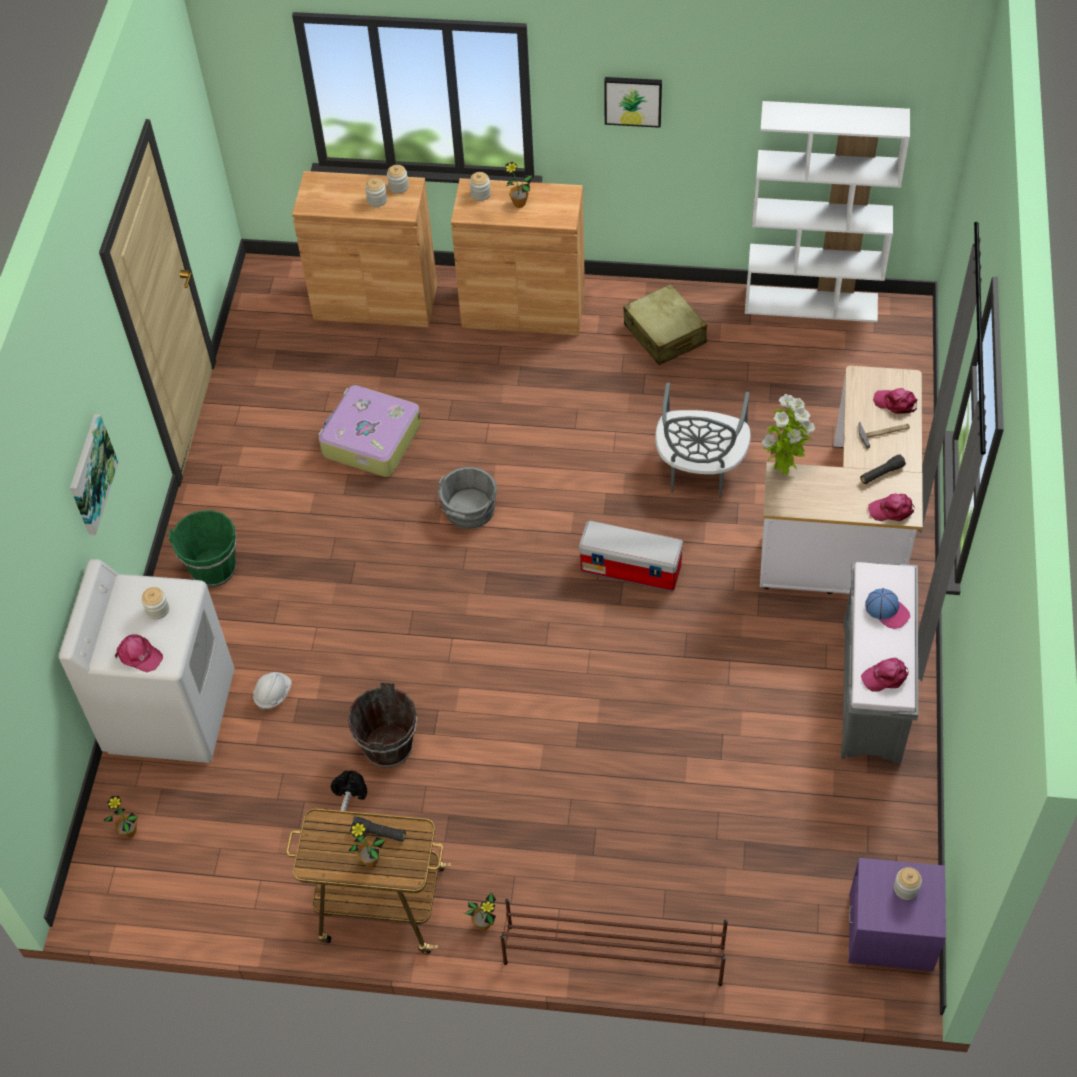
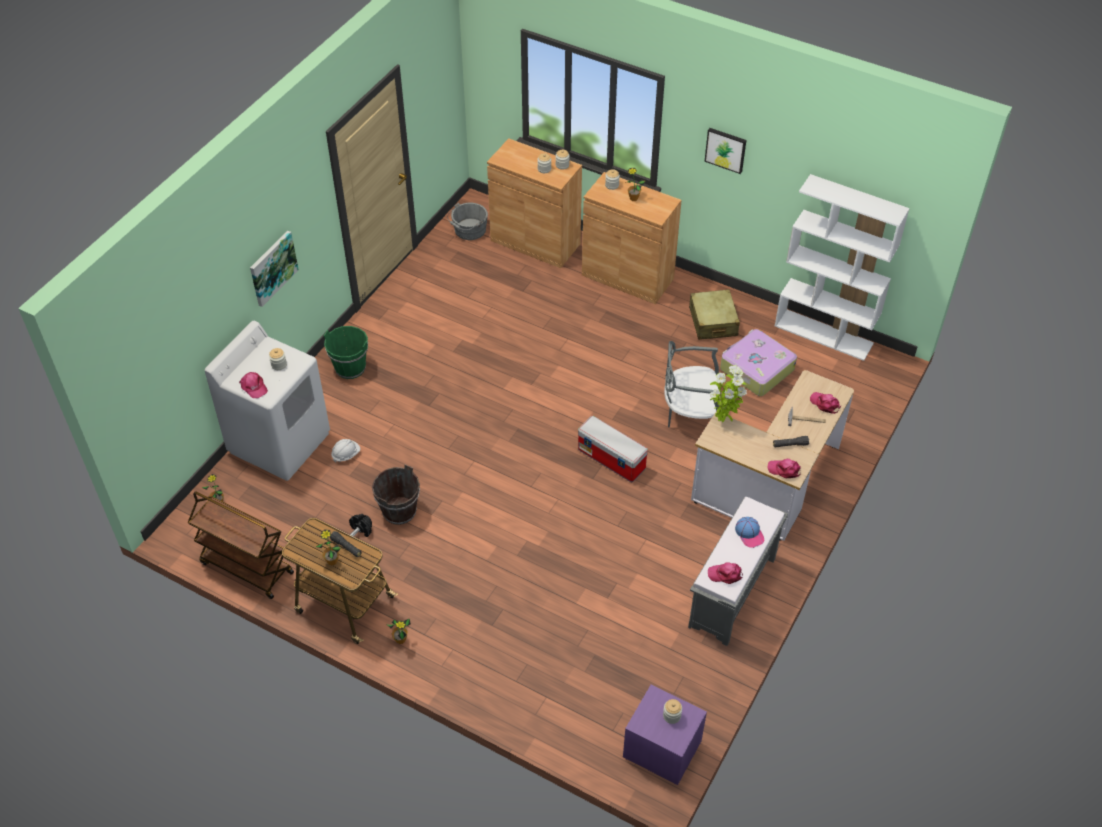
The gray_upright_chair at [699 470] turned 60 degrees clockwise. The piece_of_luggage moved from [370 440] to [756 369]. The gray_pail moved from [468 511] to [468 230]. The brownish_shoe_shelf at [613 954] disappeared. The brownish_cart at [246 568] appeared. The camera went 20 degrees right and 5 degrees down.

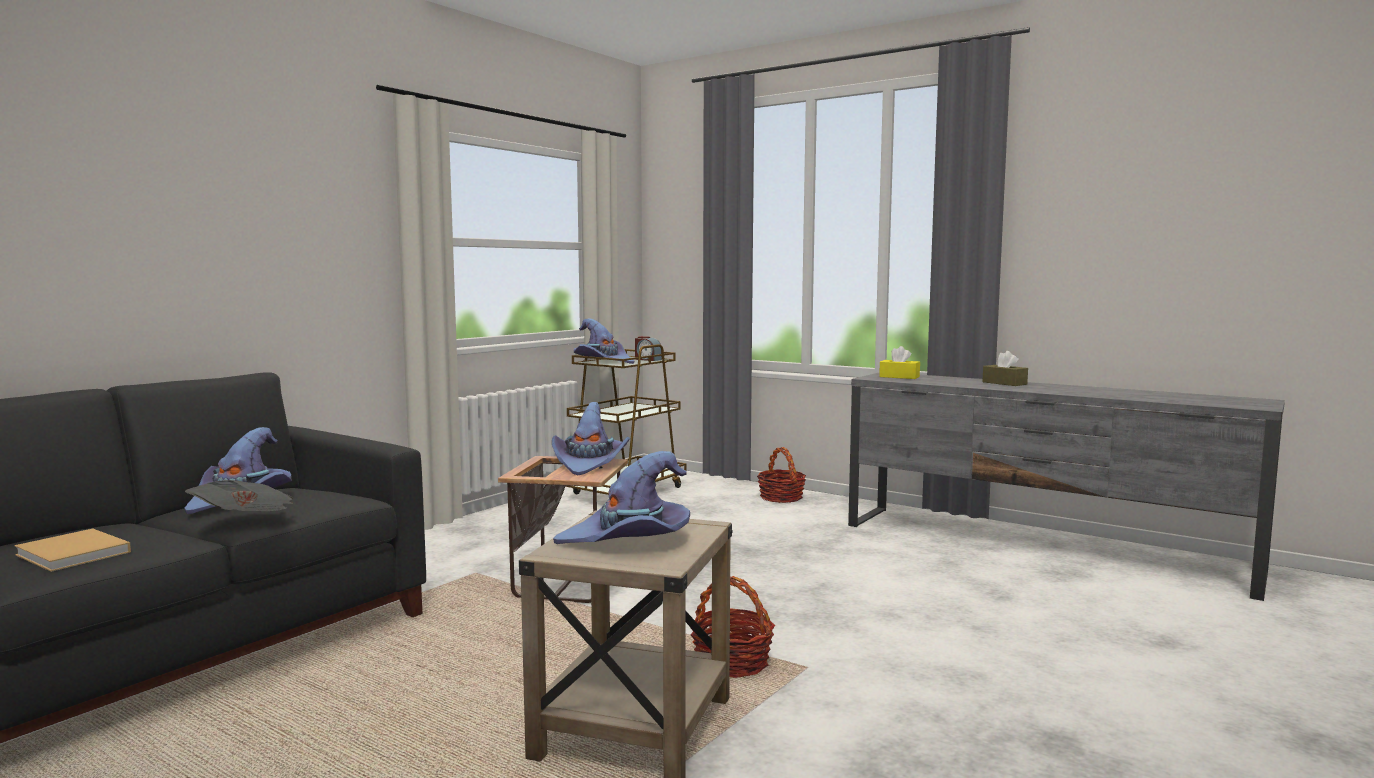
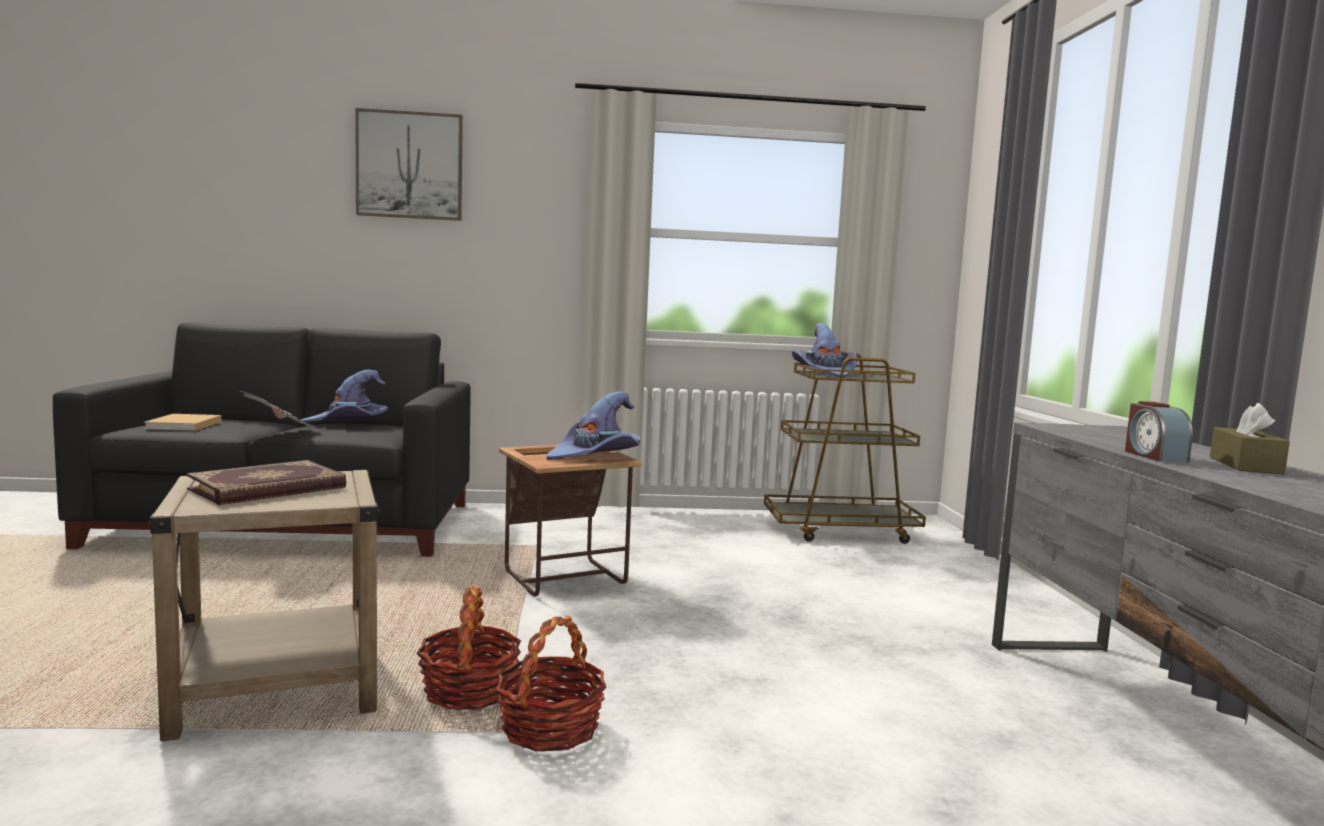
The bedside_clock moved from [647 359] to [1153 456]. The yellowish_tissue_box at [899 377] disappeared. The basket moved from [781 497] to [550 728]. The purplish_hat at [629 540] was replaced by the book at [268 489]. The wall_picture at [410 165] appeared. The camera went 50 degrees right and 0 degrees up.

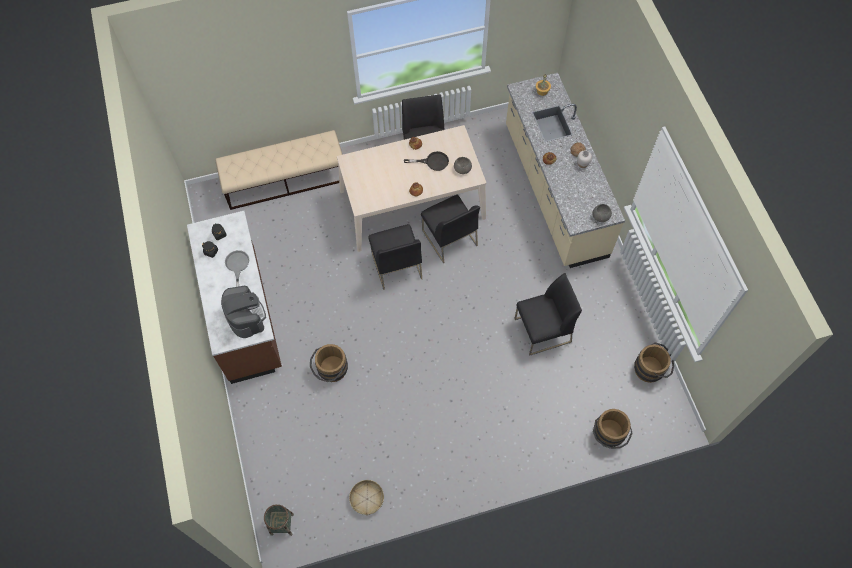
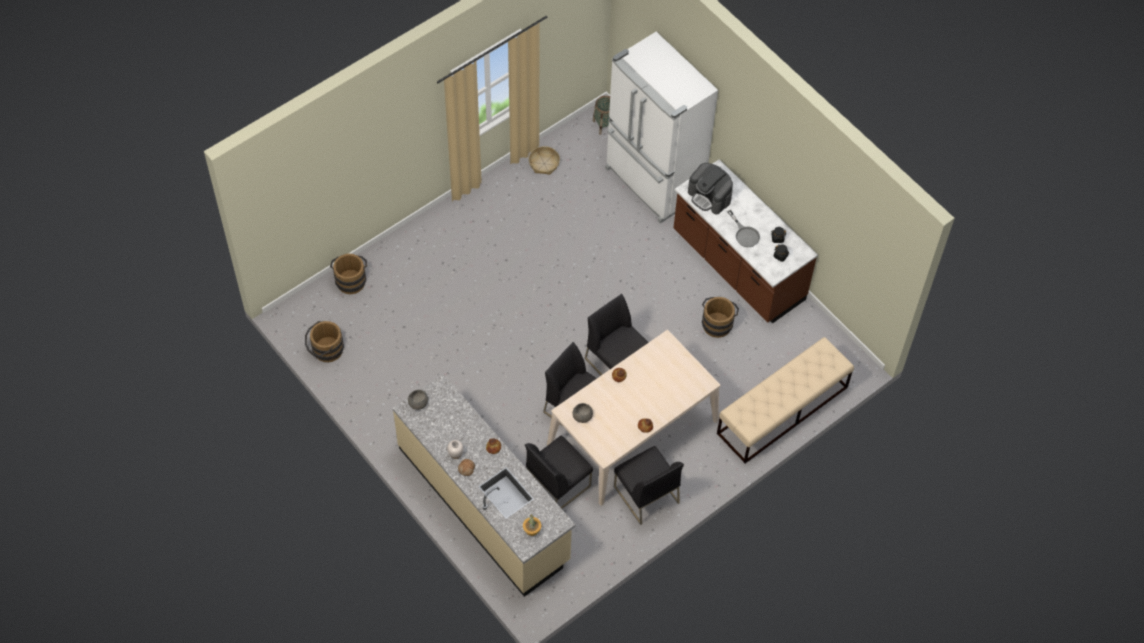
The black-coloured_pan at [432 162] disappeared. The black-coloured_upright_chair moved from [542 331] to [557 484]. The brownish_pail moved from [330 371] to [717 322]. The white-coloured_kitchen_fridge at [653 183] appeared. The camera went 155 degrees right and 5 degrees down.

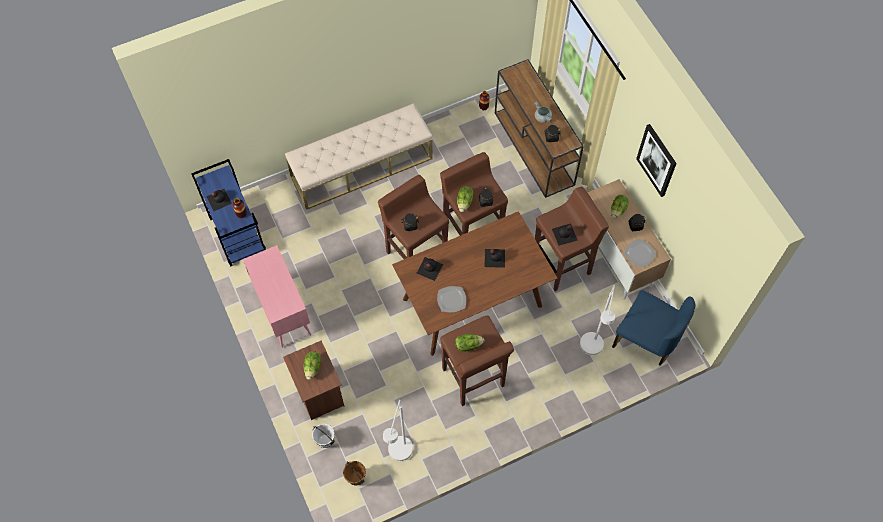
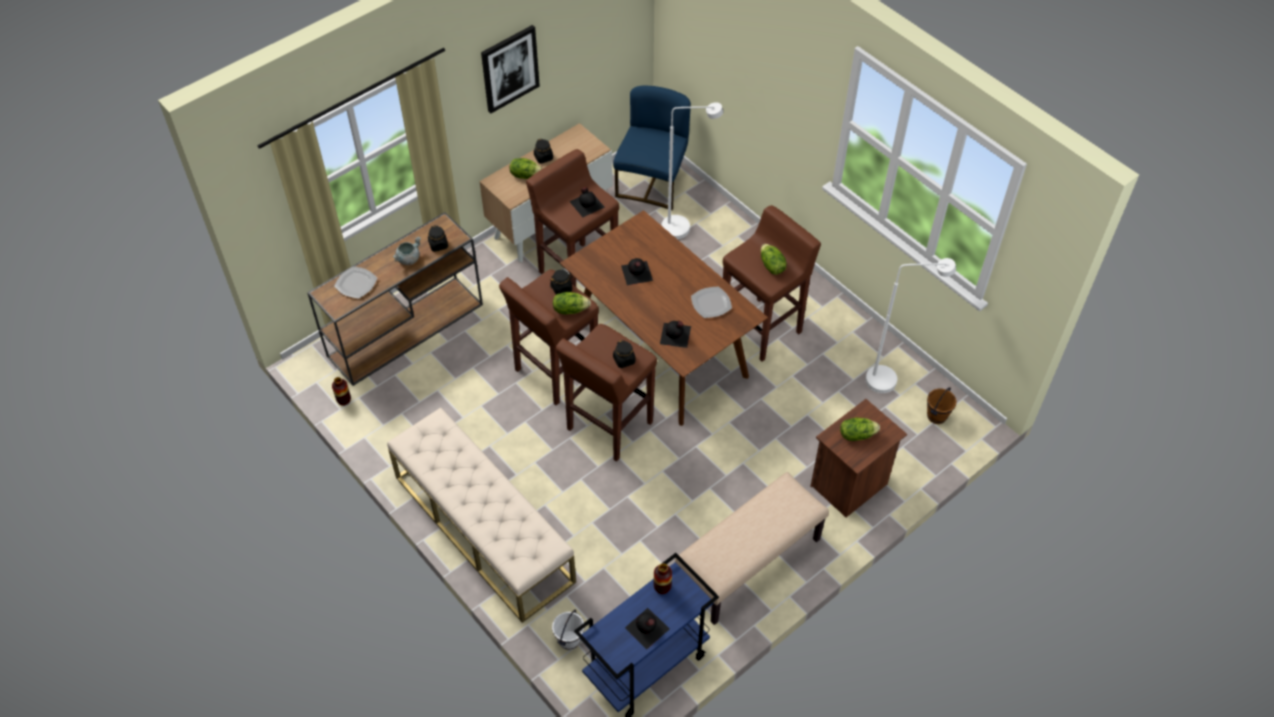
The dinner_plate moved from [639 254] to [356 283]. The pink-coloured_storage_cabinet at [282 311] was replaced by the beige-coloured_long_seat at [749 564]. The white-coloured_pail moved from [325 440] to [569 640]. The camera went 105 degrees left and 10 degrees down.

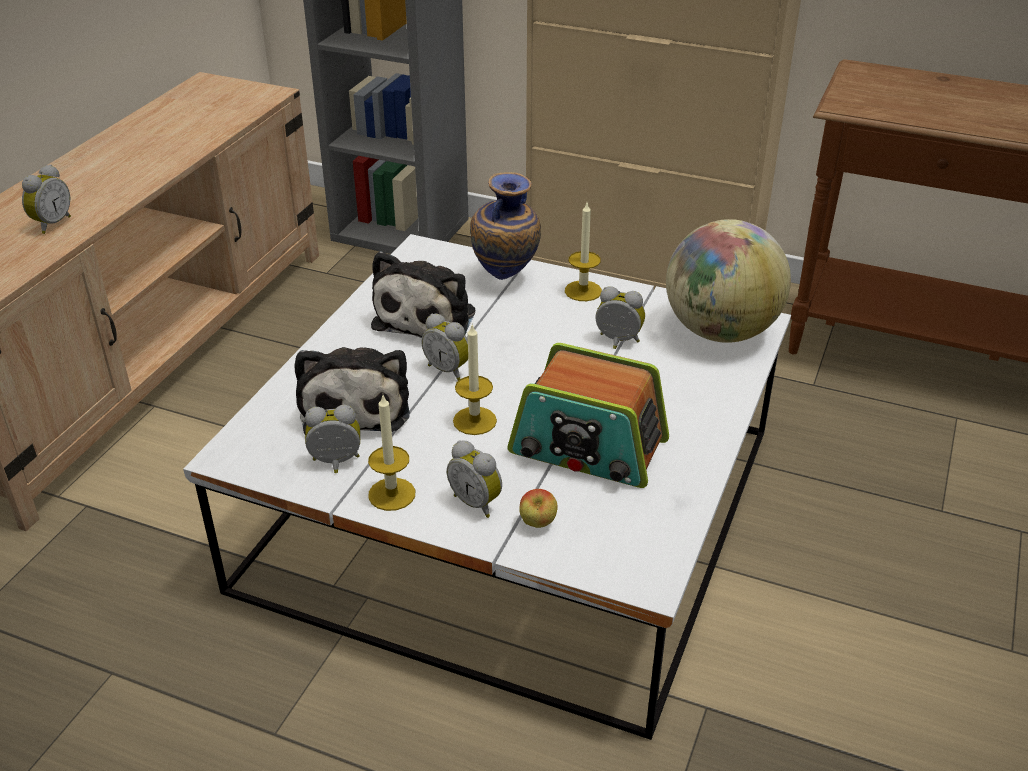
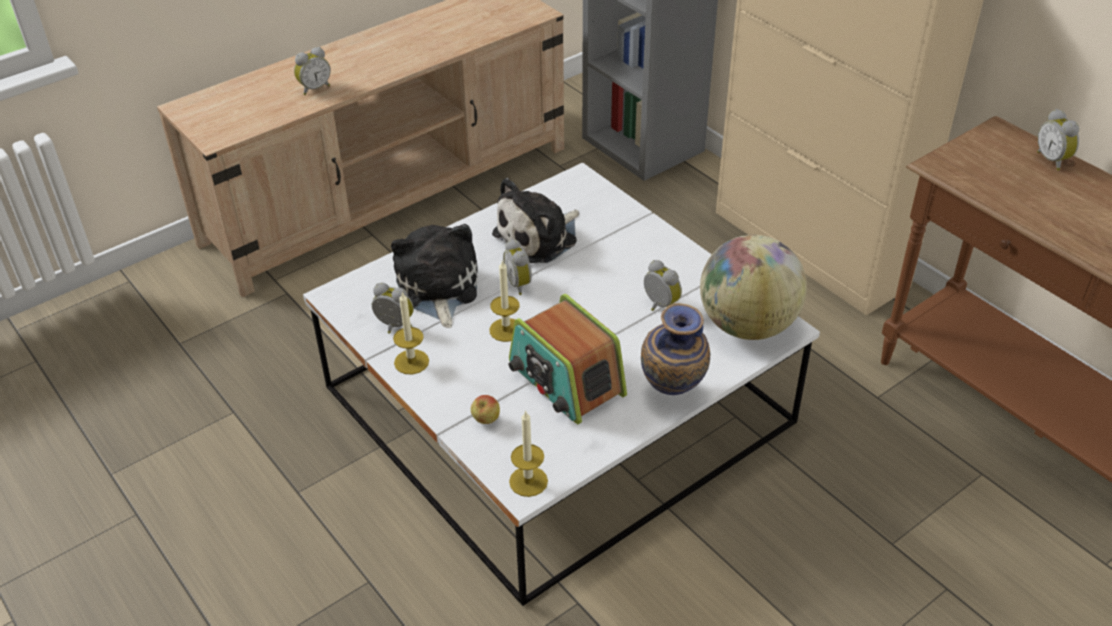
The vase moved from [506 280] to [672 394]. The wax_light moved from [583 291] to [528 481]. The cuddly_toy at [355 406] turned 150 degrees clockwise. The bedside_clock moved from [477 502] to [1053 160]. The camera went 30 degrees right and 5 degrees up.

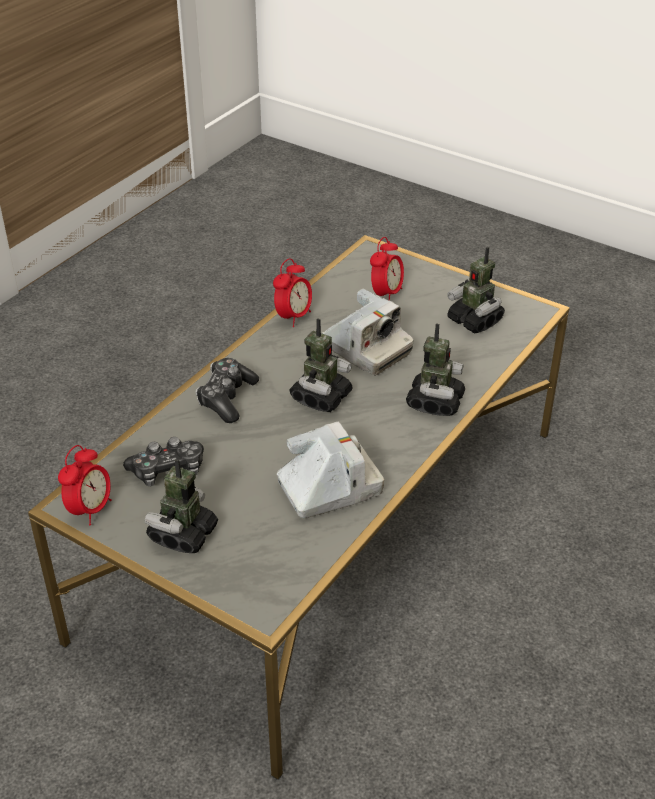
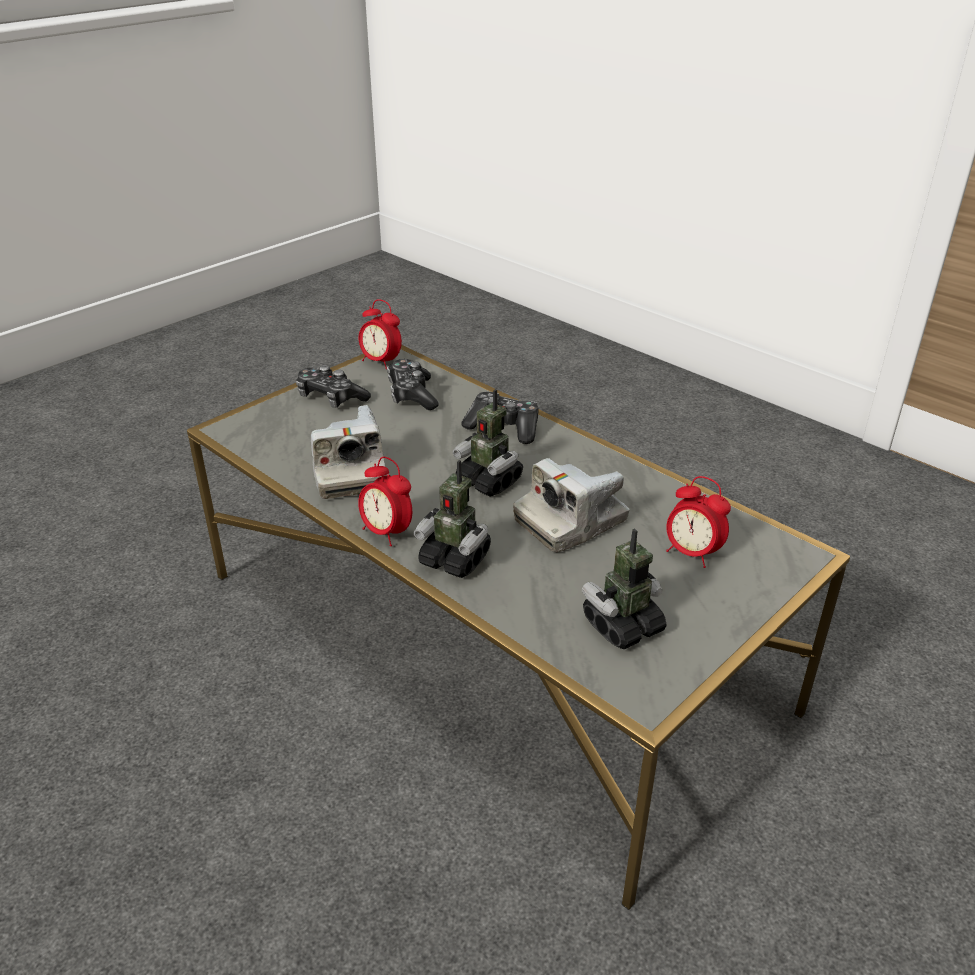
The bedside_clock moved from [293 317] to [386 532]. The robot_figure at [183 534] was replaced by the joypad at [330 398]. The camera went 100 degrees right and 5 degrees down.

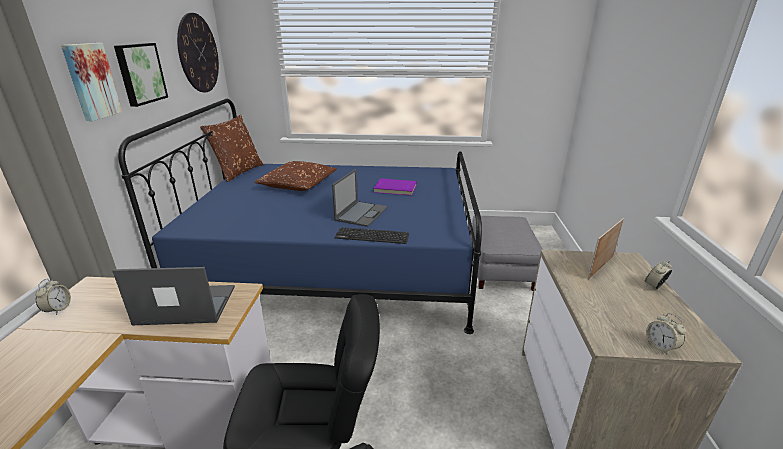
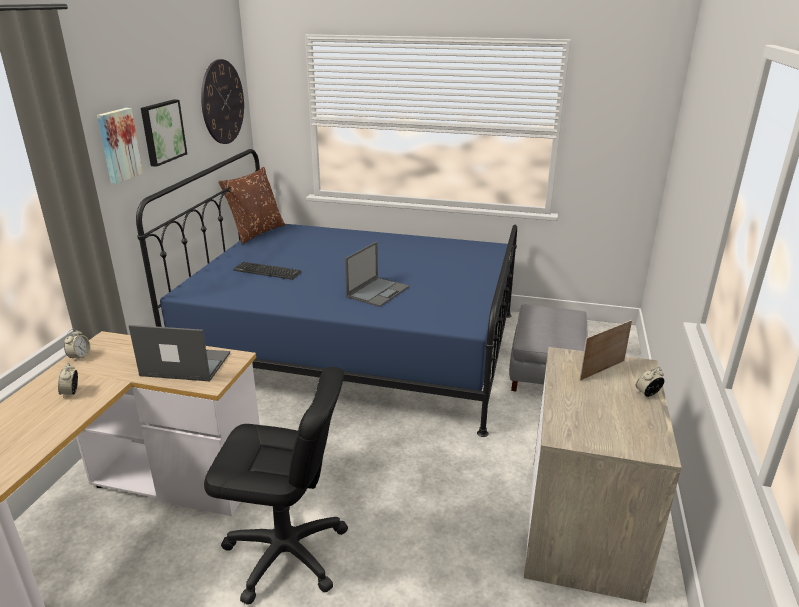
The brownish_pillow at [298 184] disappeared. The purplish_book at [395 189] disappeared. The PC_keyboard moved from [372 236] to [267 271]. The bedside_clock moved from [660 347] to [71 393]. The camera went 10 degrees right and 0 degrees up.

